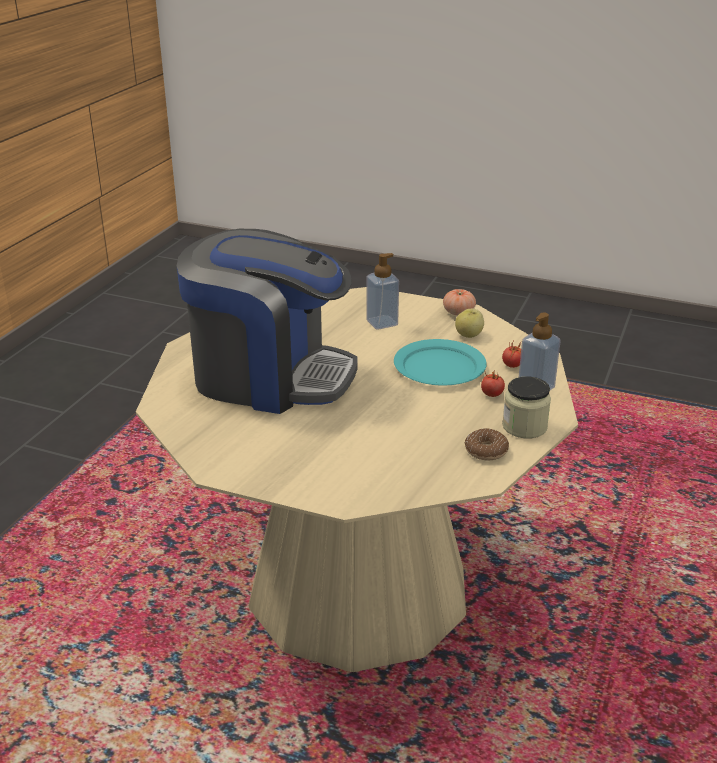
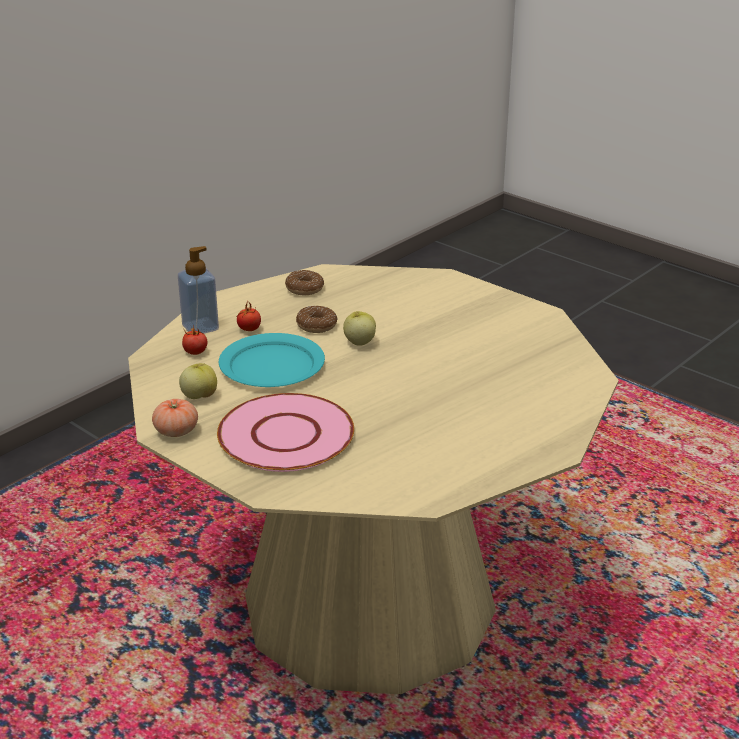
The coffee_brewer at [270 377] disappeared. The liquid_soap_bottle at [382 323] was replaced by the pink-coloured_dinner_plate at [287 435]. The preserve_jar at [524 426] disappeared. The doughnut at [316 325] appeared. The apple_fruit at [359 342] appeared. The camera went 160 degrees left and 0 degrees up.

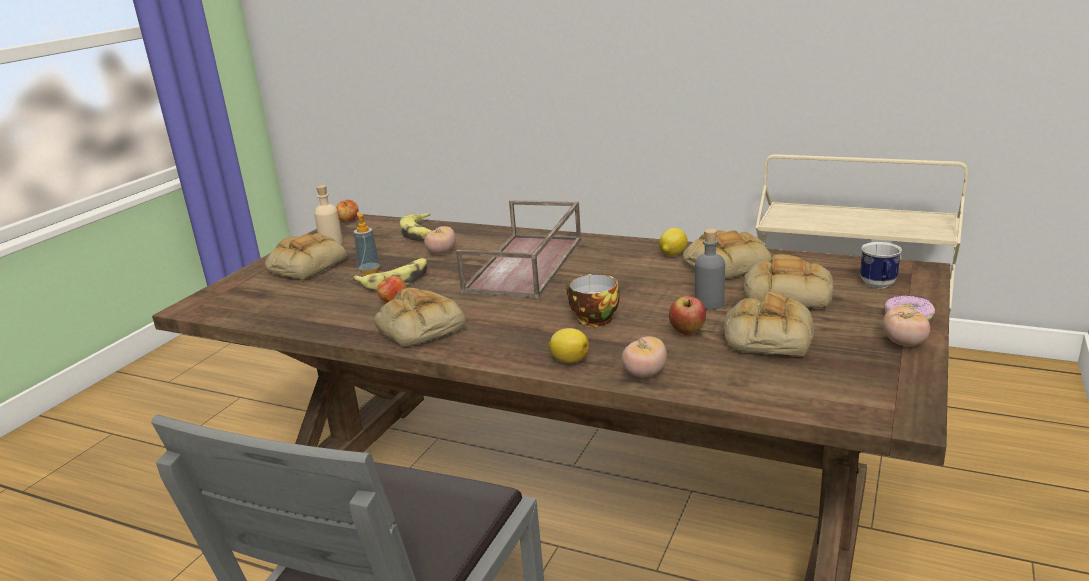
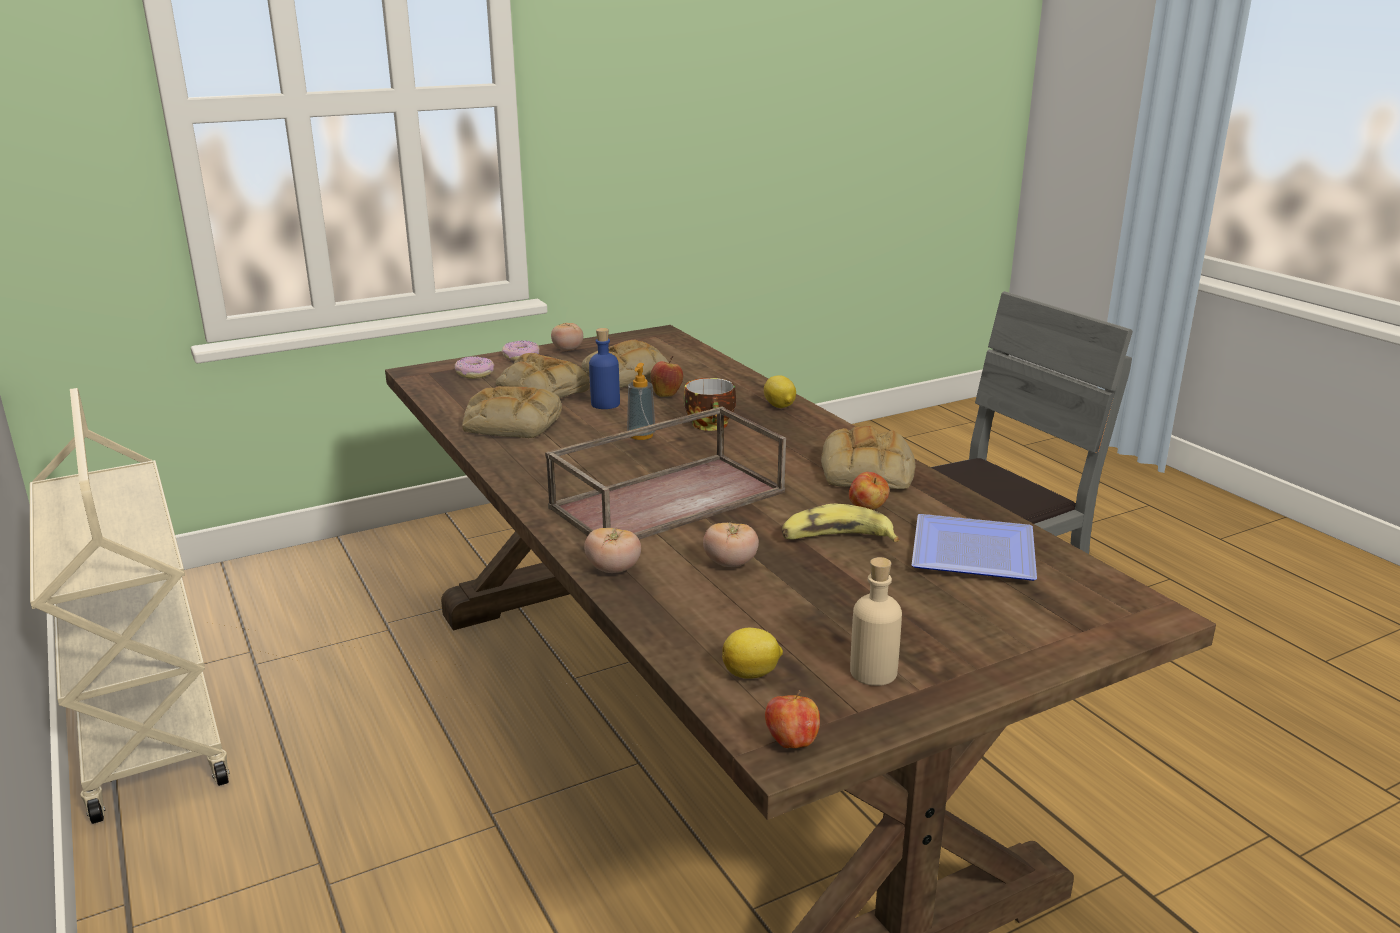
The liquid_soap_bottle moved from [369 270] to [641 435]. The banana at [421 233] disappeared. The whole_lemon moved from [672 254] to [752 674]. The gray_beverage_bottle at [709 303] became the bluish_beverage_bottle at [605 404]. The baked_bread at [307 266] disappeared. The coffee_mug at [879 286] was replaced by the doughnut at [475 373]. The tomato moved from [644 374] to [613 570]. The dinner_plate at [968 554] appeared. The camera went 145 degrees left and 0 degrees up.

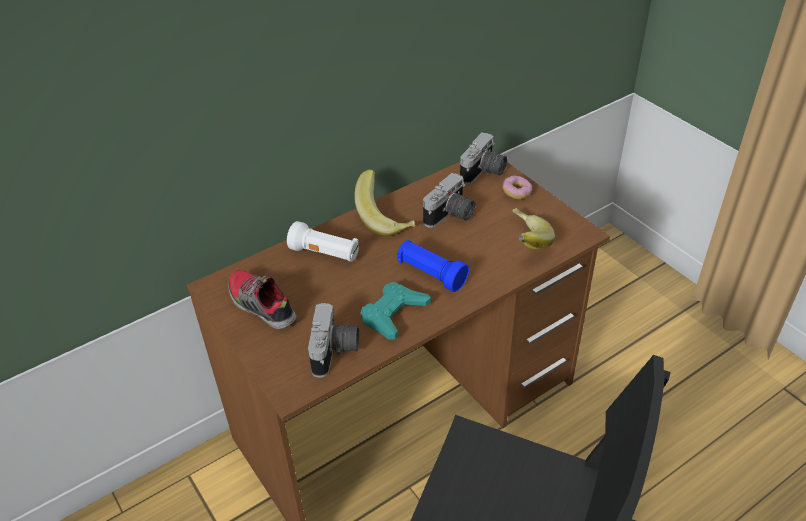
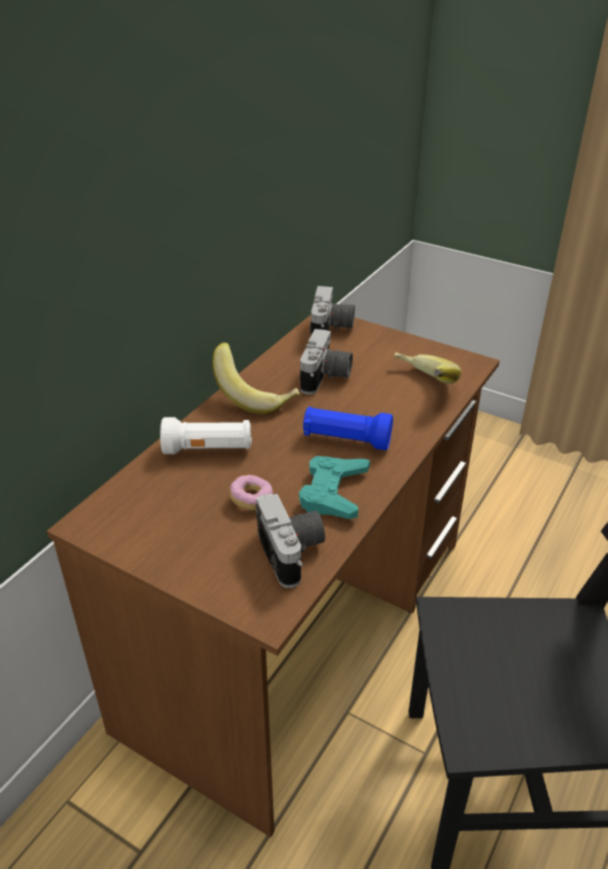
The doughnut moved from [516 193] to [251 500]. The shoe at [261 306] disappeared. The camera went 25 degrees left and 5 degrees down.

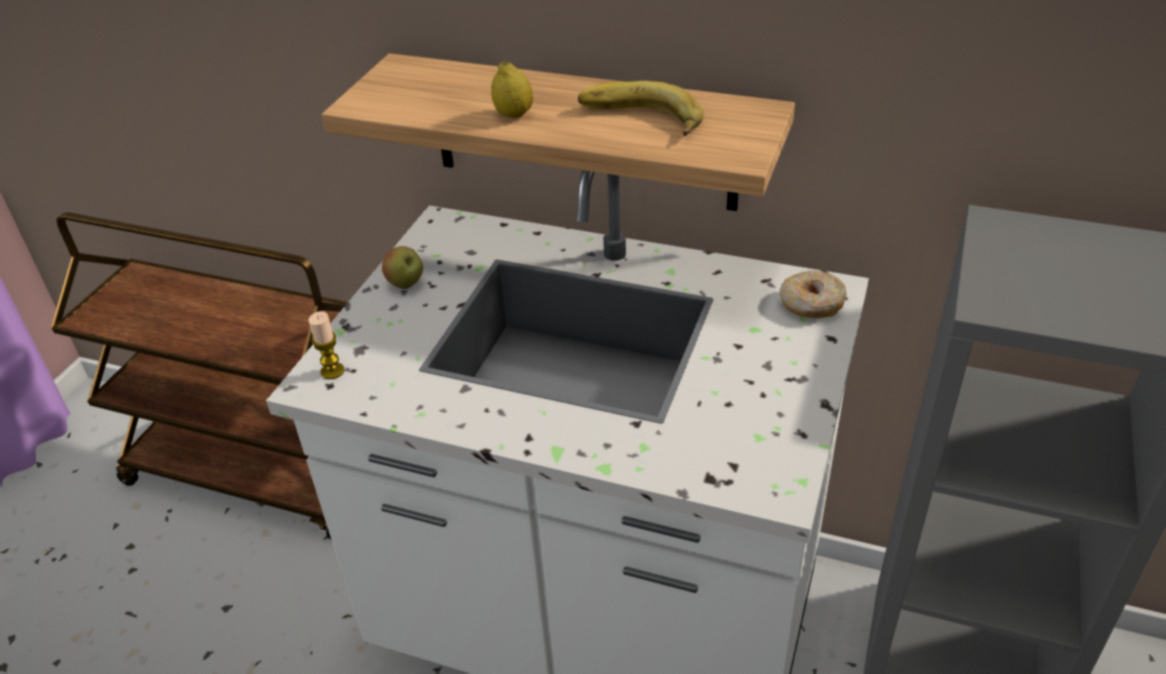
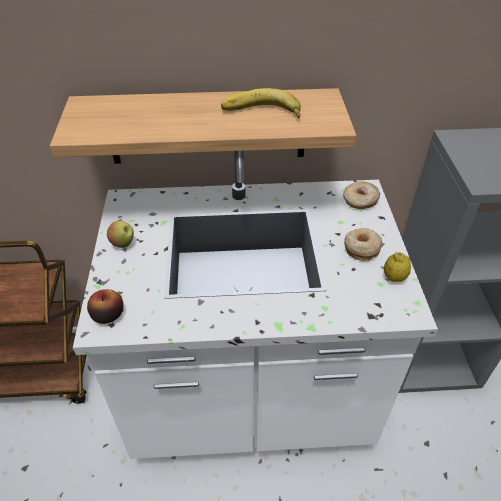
The whole_lemon moved from [514 114] to [394 277]. The wax_light at [332 371] was replaced by the apple_fruit at [108 314]. The doughnut at [361 248] appeared. The camera went 25 degrees left and 5 degrees up.

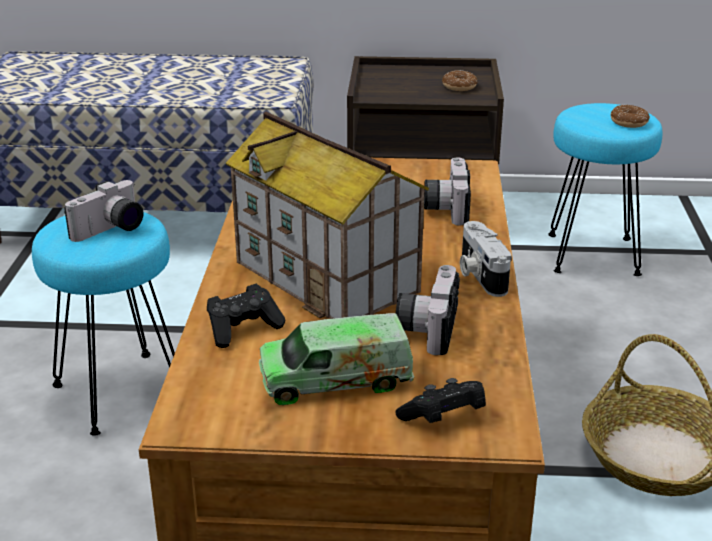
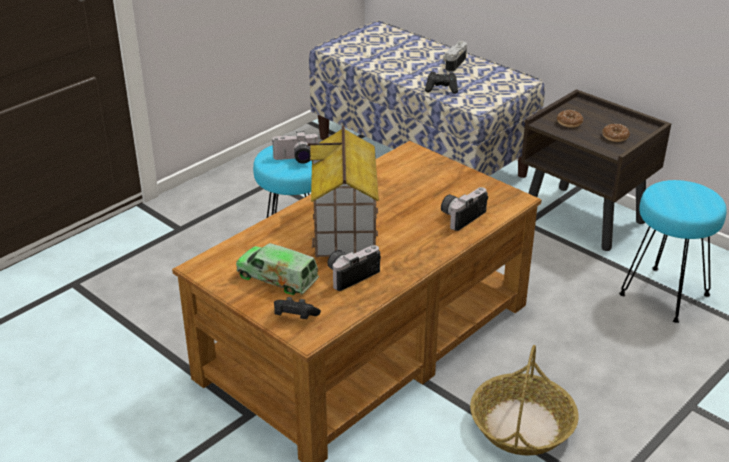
The doughnut moved from [628 122] to [569 123]. The still_camera moved from [479 274] to [453 63]. The black-coloured_joypad moved from [243 329] to [441 89]. The camera went 40 degrees right and 5 degrees up.

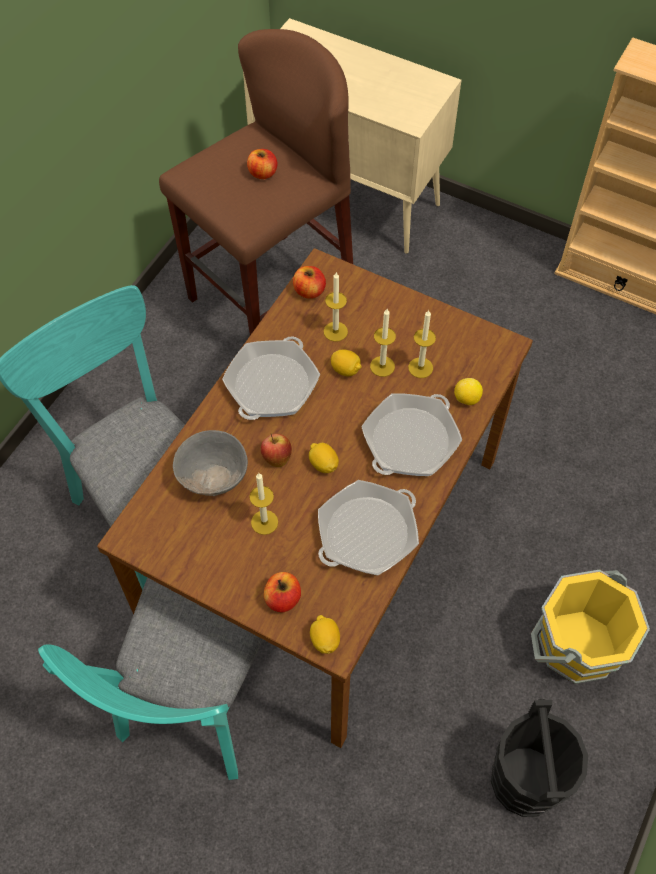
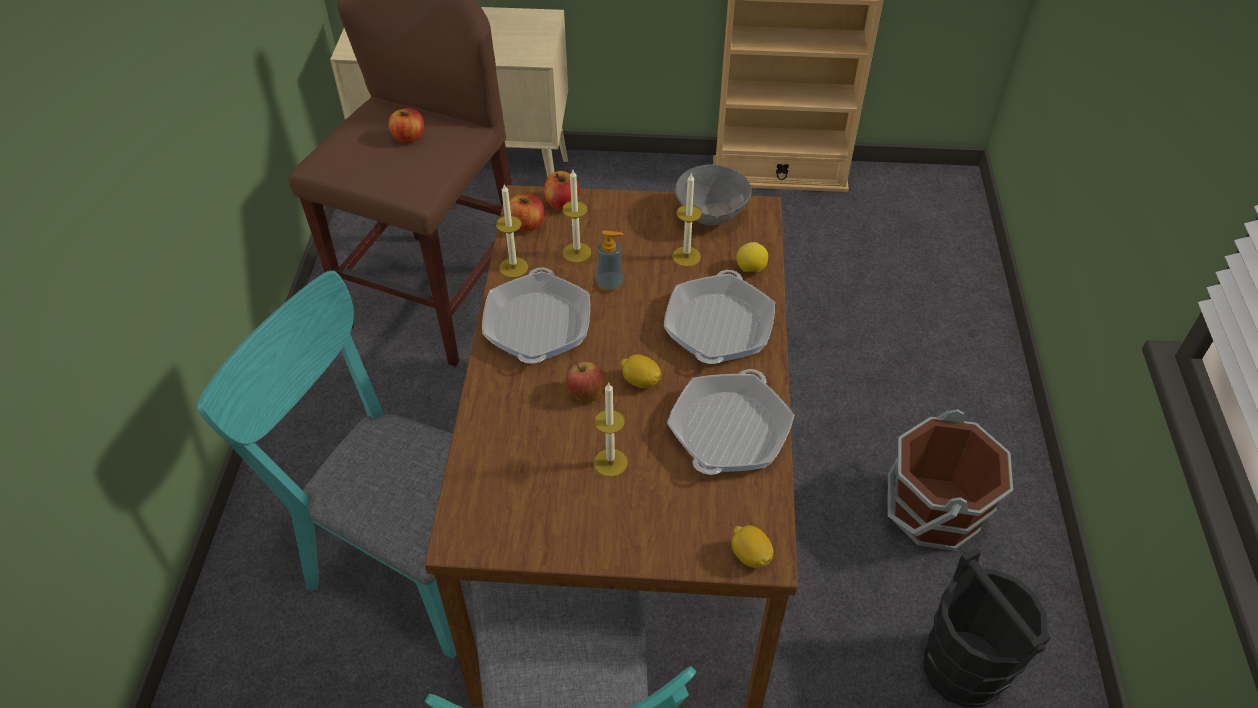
The wax_light moved from [382 366] to [513 267]. The whole_lemon at [345 370] was replaced by the liquid_soap_bottle at [609 284]. The gray_bowl moved from [213 479] to [710 217]. The yellowish_pail at [576 645] became the brownish_pail at [932 512]. The apple_fruit moved from [283 598] to [562 203]. The camera went 25 degrees left and 10 degrees down.

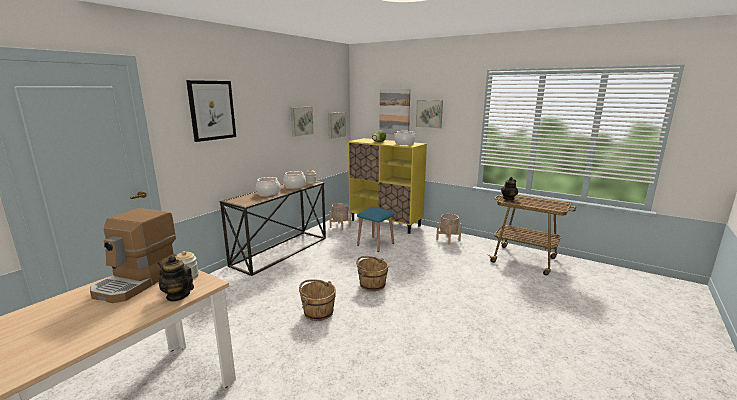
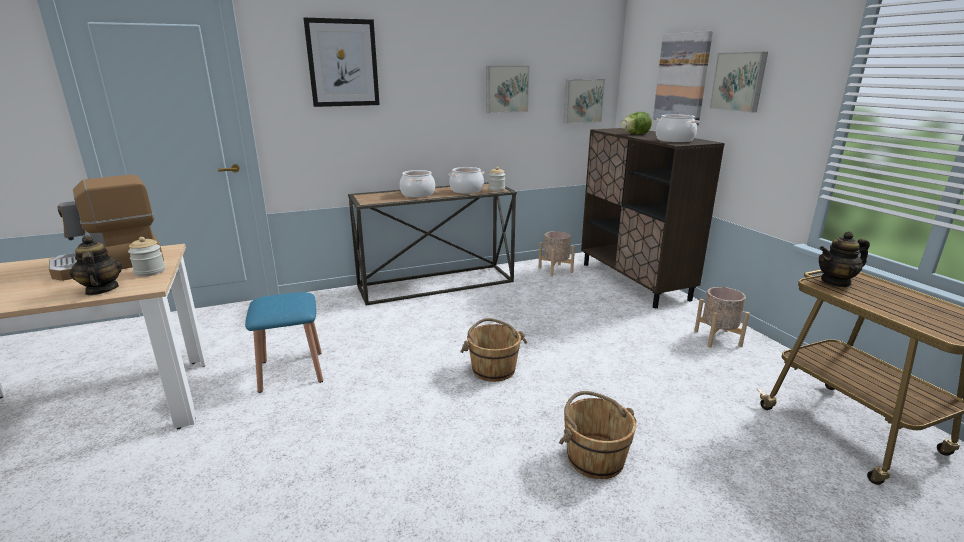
The yellowish_storage_cabinet at [385 223] became the brownish_storage_cabinet at [634 281]. The bluish_stool_seat moved from [375 244] to [291 371]. The brownish_pail moved from [318 312] to [594 458]. The camera went 35 degrees right and 5 degrees up.

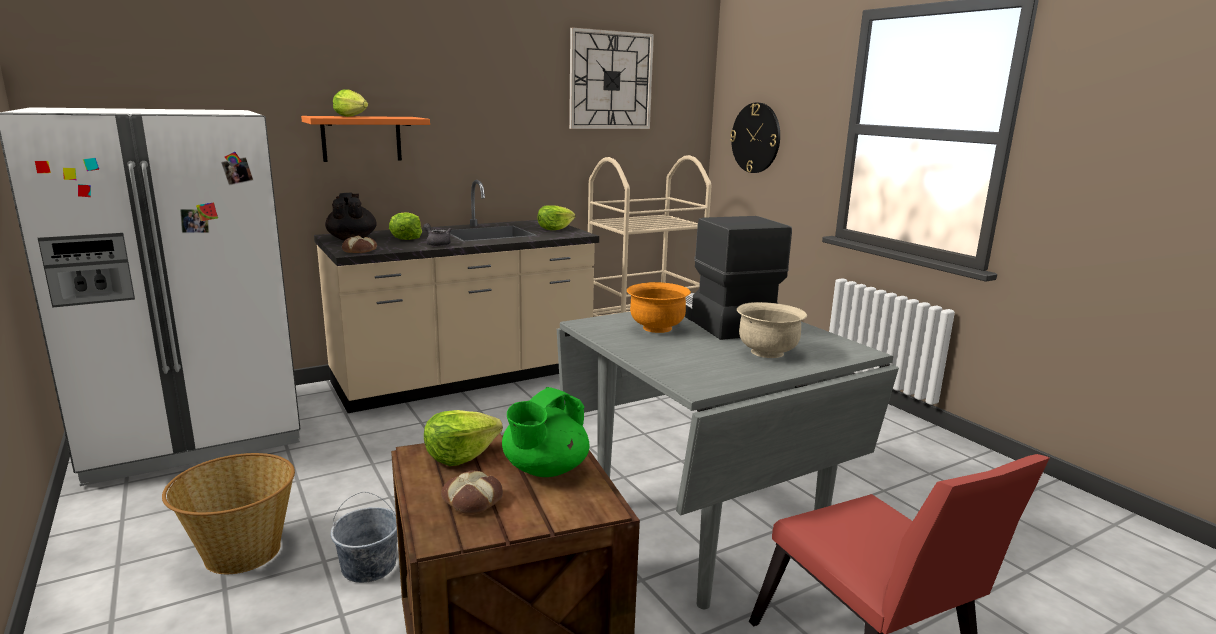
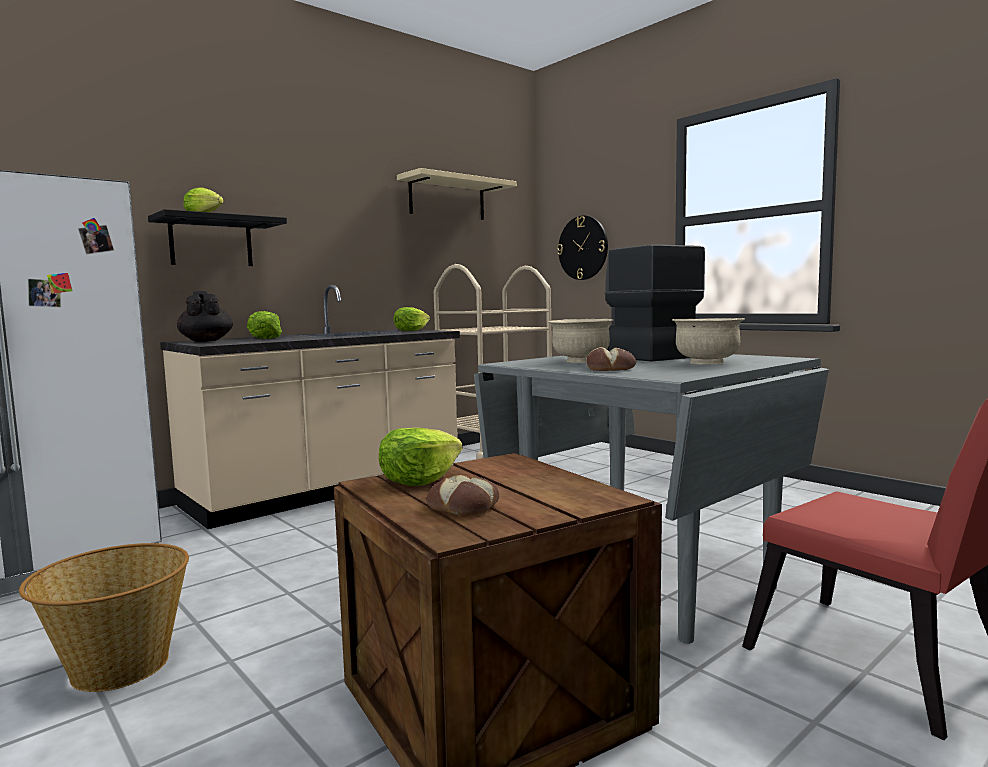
The wall_clock at [610 80] was replaced by the beige-coloured_wall_shelf at [447 199]. The orangey_wall_shelf at [361 138] became the black-coloured_wall_shelf at [211 242]. The gray_teapot at [437 244] disappeared. The baked_bread moved from [360 250] to [611 369]. The orangey_bowl at [656 328] became the beige-coloured_bowl at [580 361]. The green_teapot at [544 470] disappeared. The gray_pail at [368 566] disappeared. The camera went 10 degrees left and 10 degrees down.

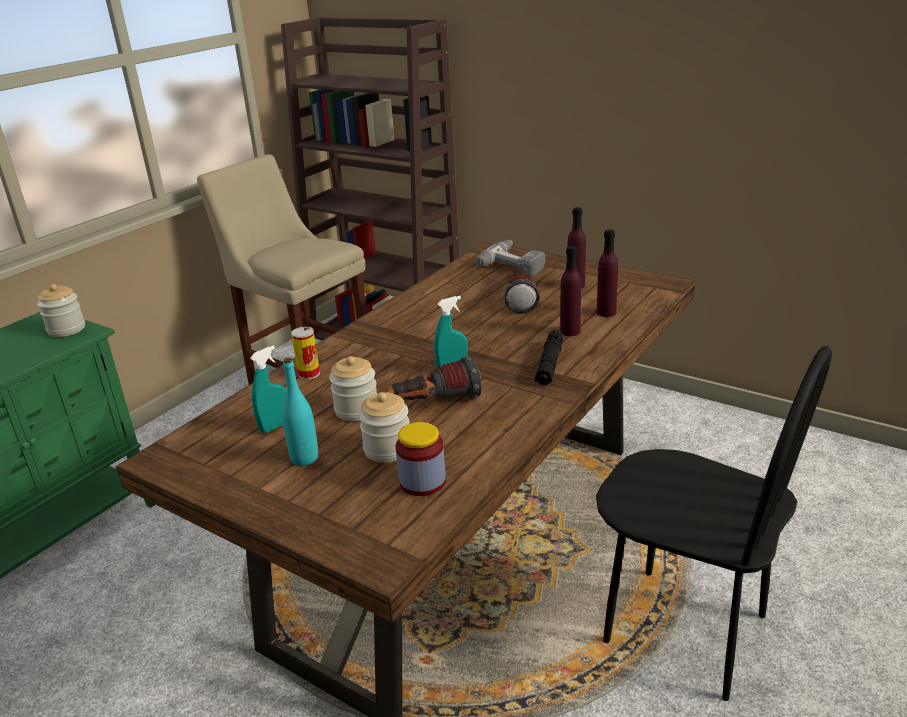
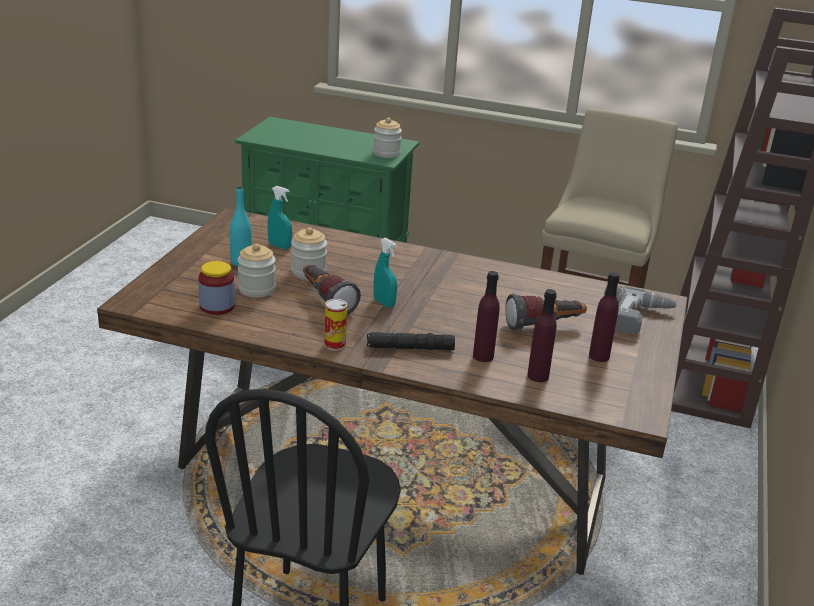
The sealed_can moved from [309 374] to [335 344]. The camera went 70 degrees right and 0 degrees up.

